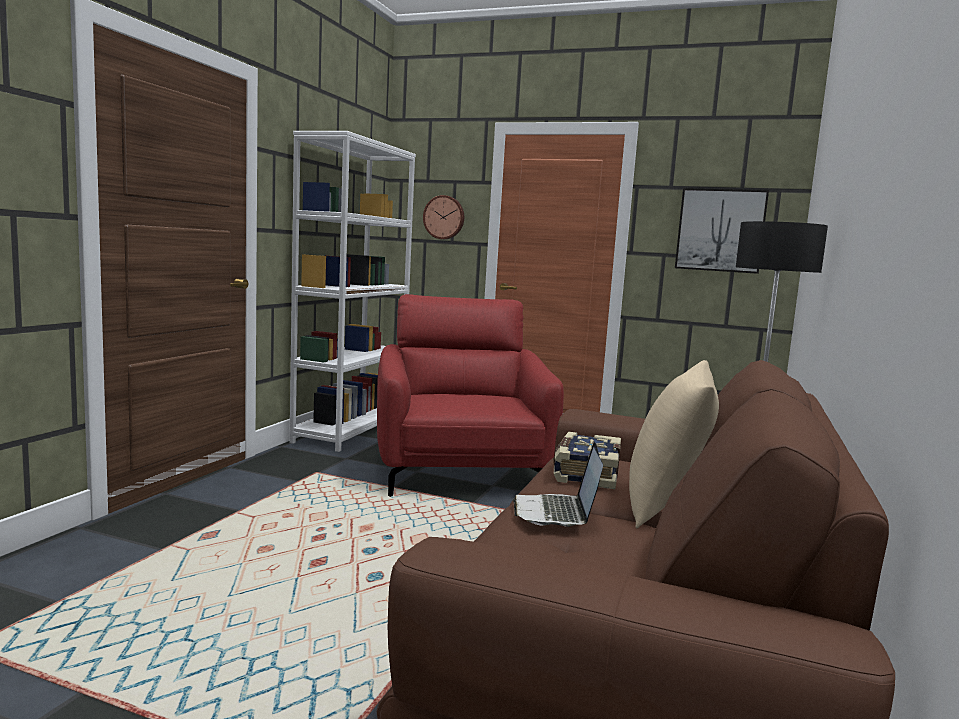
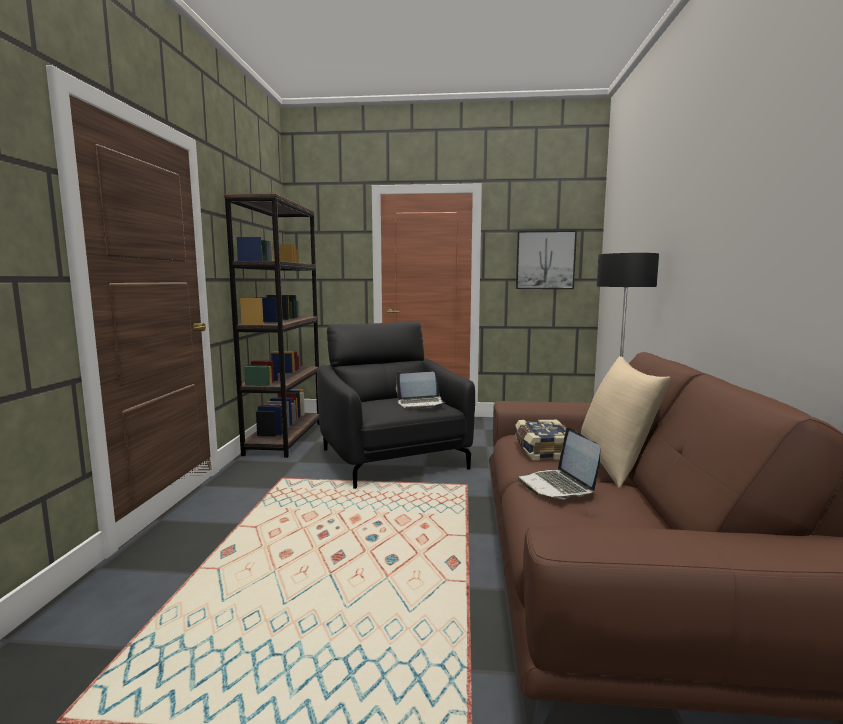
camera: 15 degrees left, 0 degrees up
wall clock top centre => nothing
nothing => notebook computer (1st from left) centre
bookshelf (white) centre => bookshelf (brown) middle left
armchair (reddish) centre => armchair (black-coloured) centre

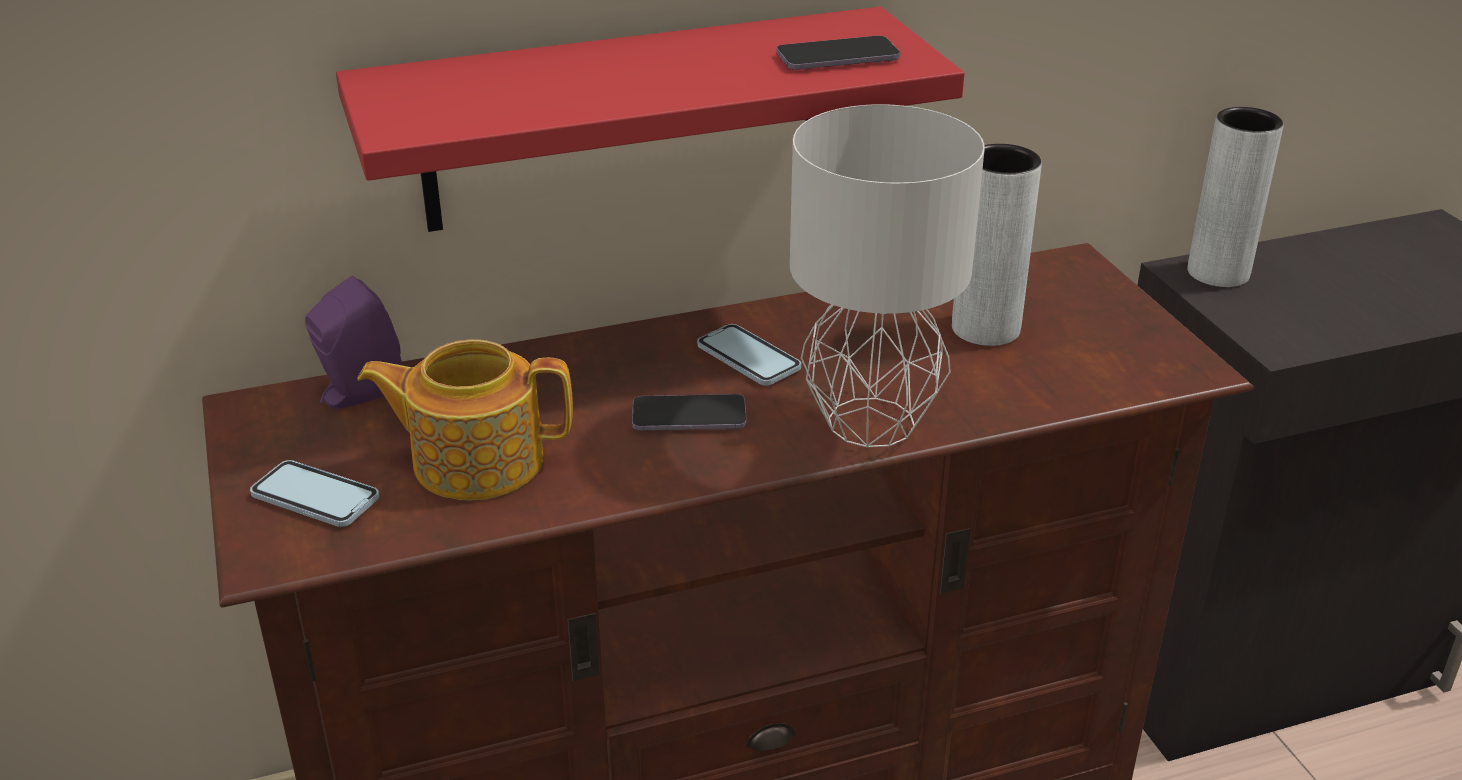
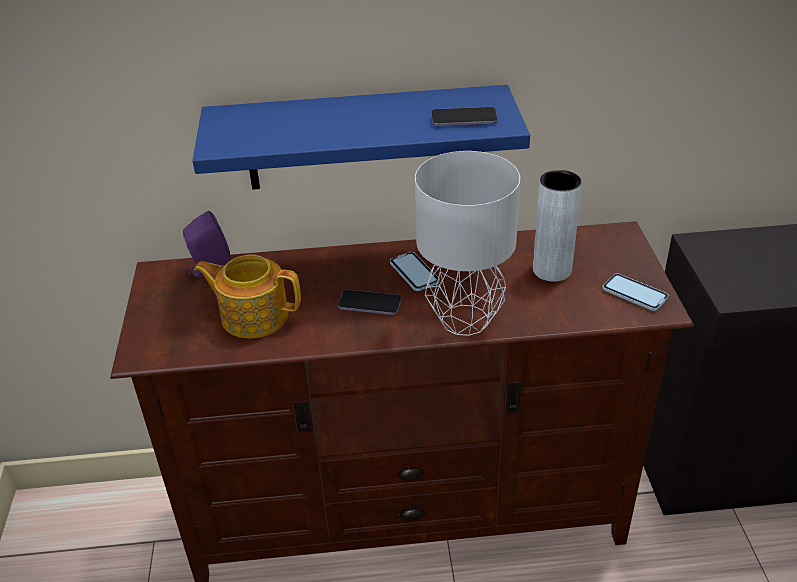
camera: 15 degrees right, 5 degrees up
flower vase (gray) (2nd from left) top right => nothing
handset (1st from left in the first image) middle left => handset (4th from left) middle right, moved
bracket shelf (reddish) top centre => bracket shelf (blue) top centre

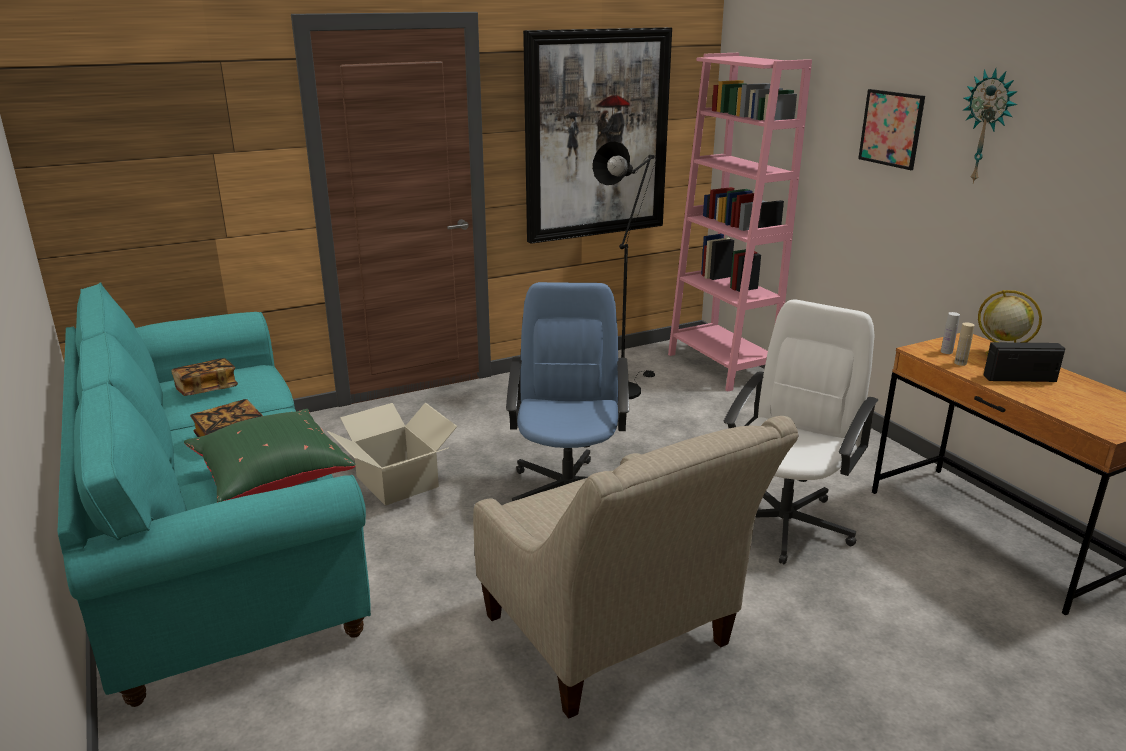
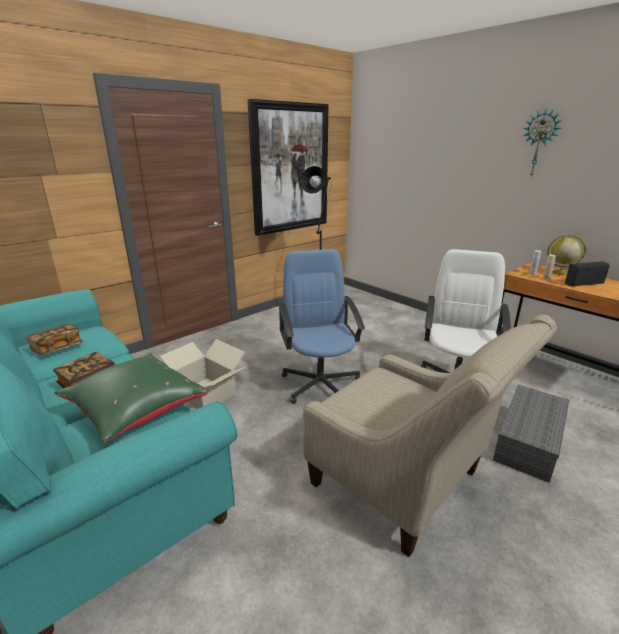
camera: 15 degrees left, 0 degrees up
bookshelf (pink-coloured) top centre => nothing
picture (2nd from left) top right => nothing
nothing => storage container (gray) bottom right

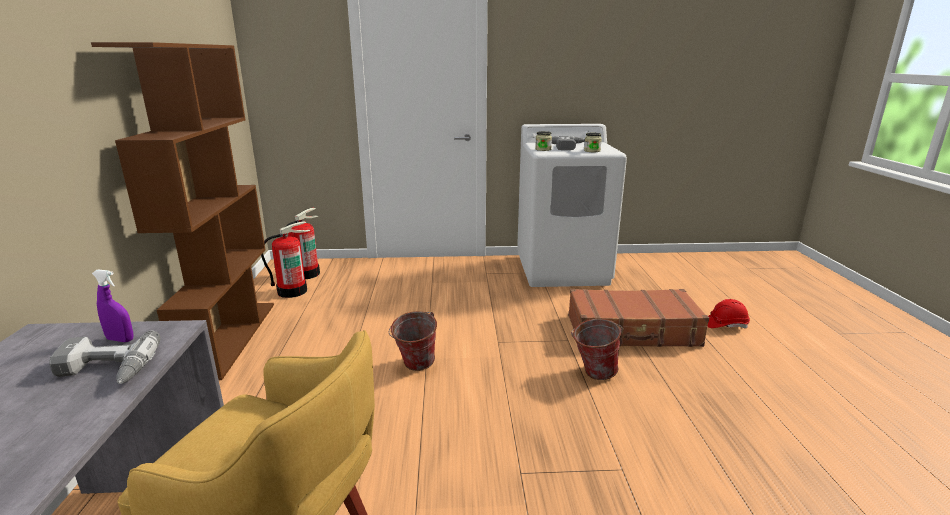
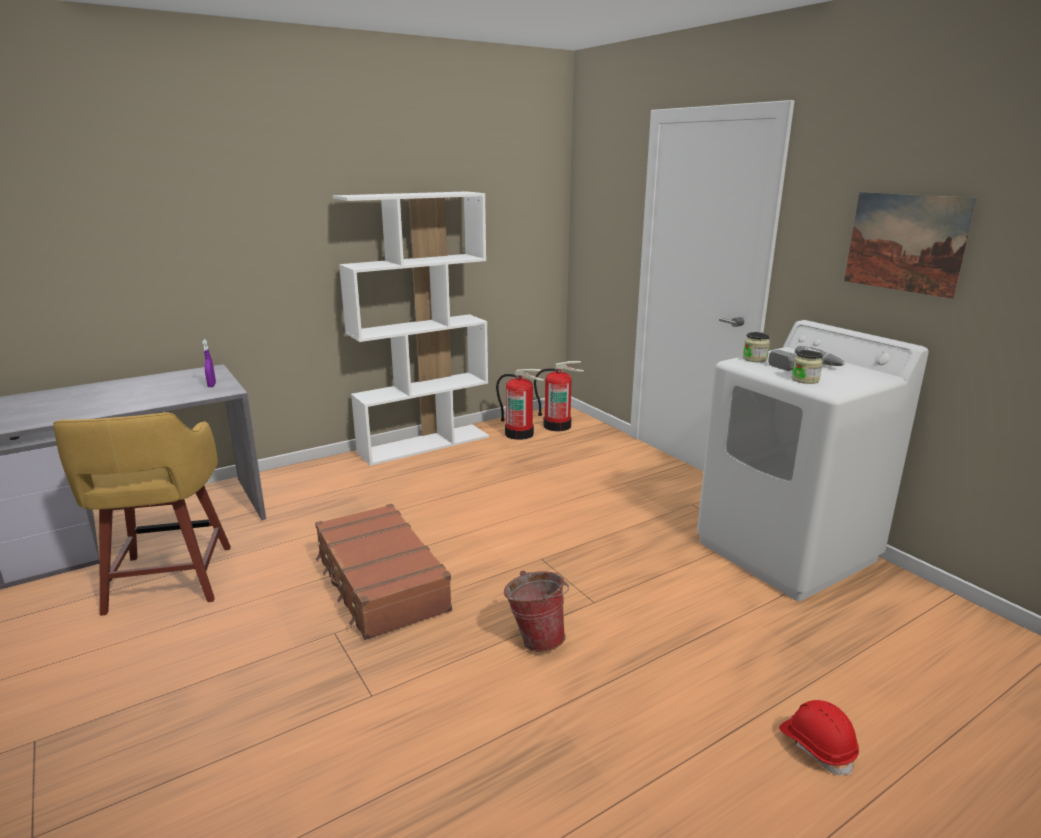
camera: 60 degrees right, 0 degrees up
power drill (1st from left) bottom left => nothing
pail (1st from left) centre => nothing
nothing => picture top right
piece of luggage (brown) middle right => piece of luggage (brown) bottom centre, moved
bookshelf (brown) middle left => bookshelf (white) centre

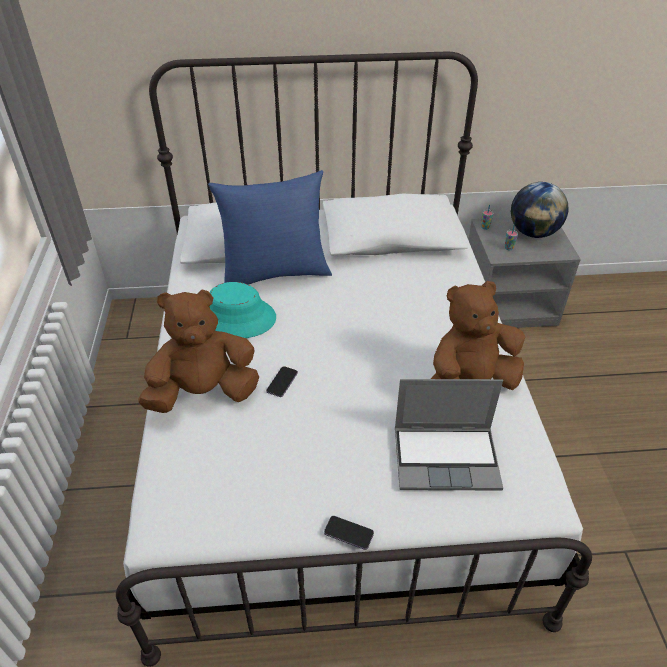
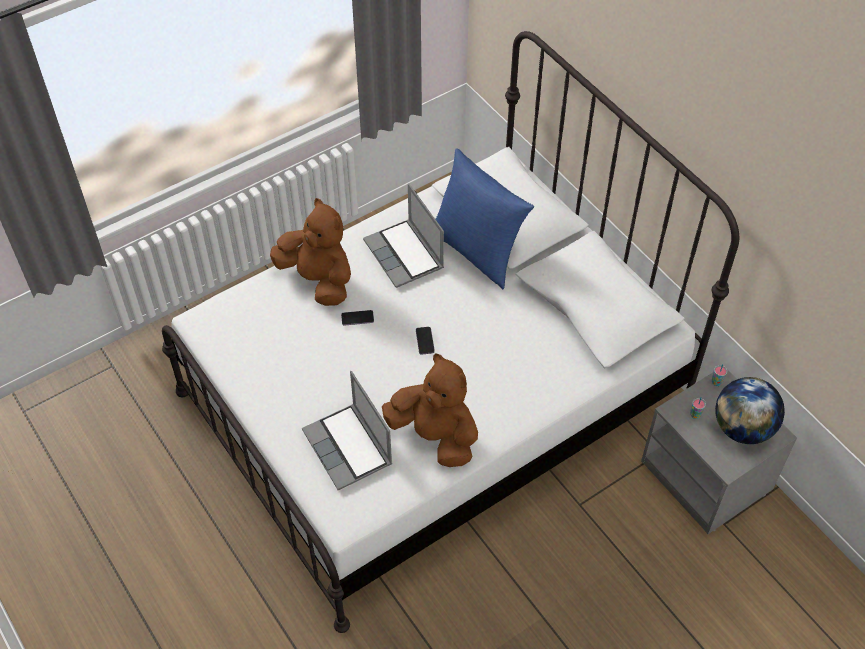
camera: 60 degrees right, 10 degrees up
handset (2nd from left) bottom centre => handset (2nd from left) centre, moved
wearable hat (turquoise) centre => notebook computer (2nd from left) centre

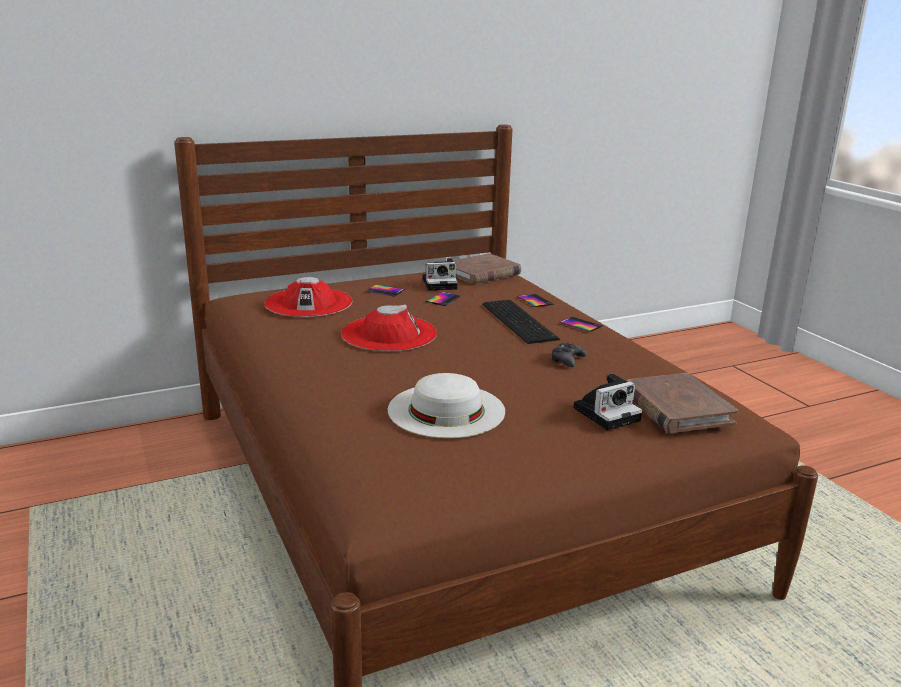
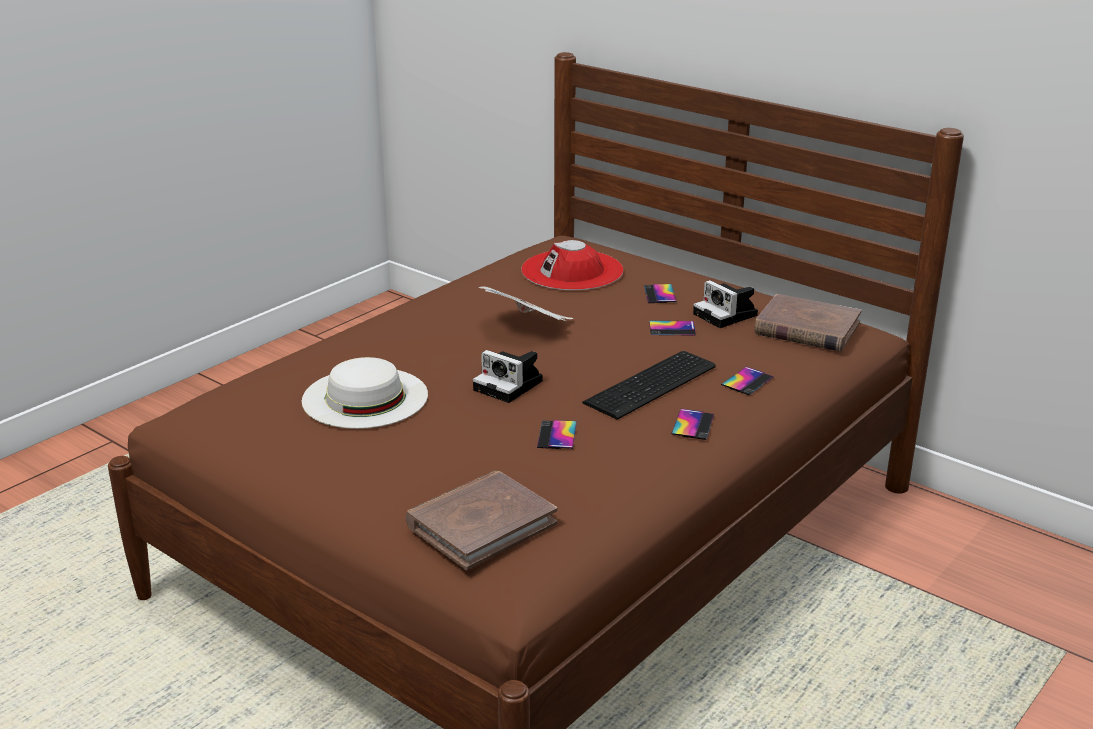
camera: 65 degrees right, 5 degrees up
still camera (2nd from left in the first image) middle right => still camera (1st from left) centre, moved
wearable hat (reddish) (2nd from left) centre => newspaper centre
joypad (black-coloured) centre => handset (1st from left) centre

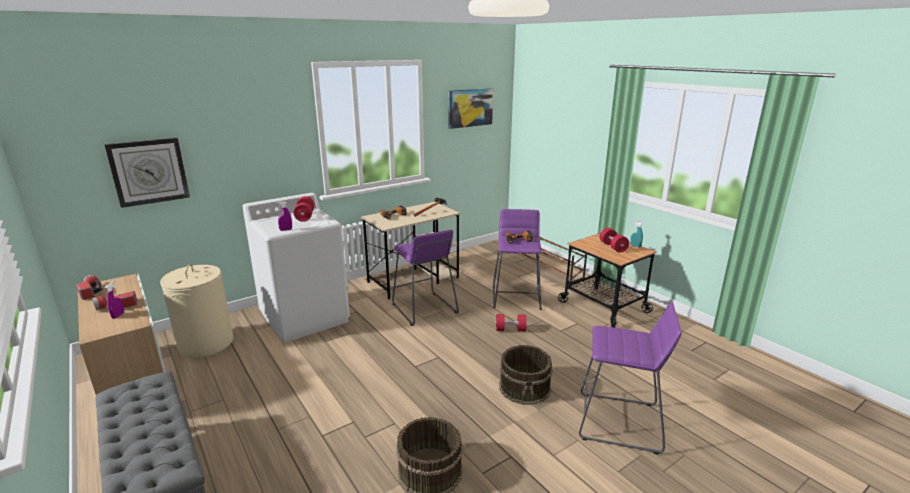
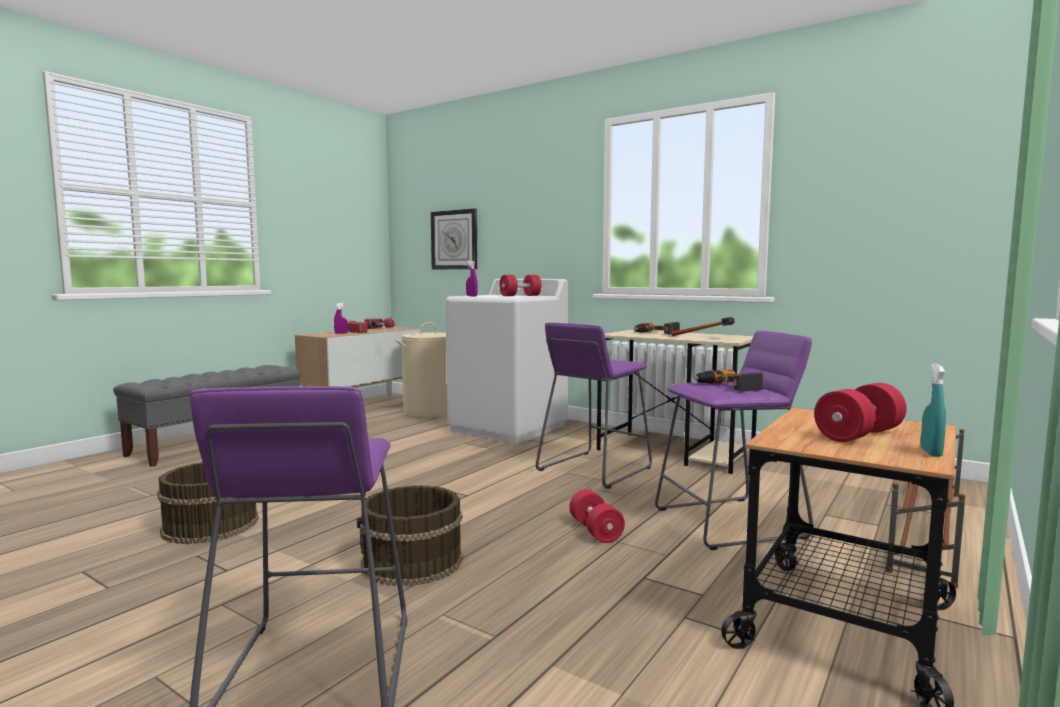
camera: 70 degrees right, 15 degrees down
picture top centre => nothing

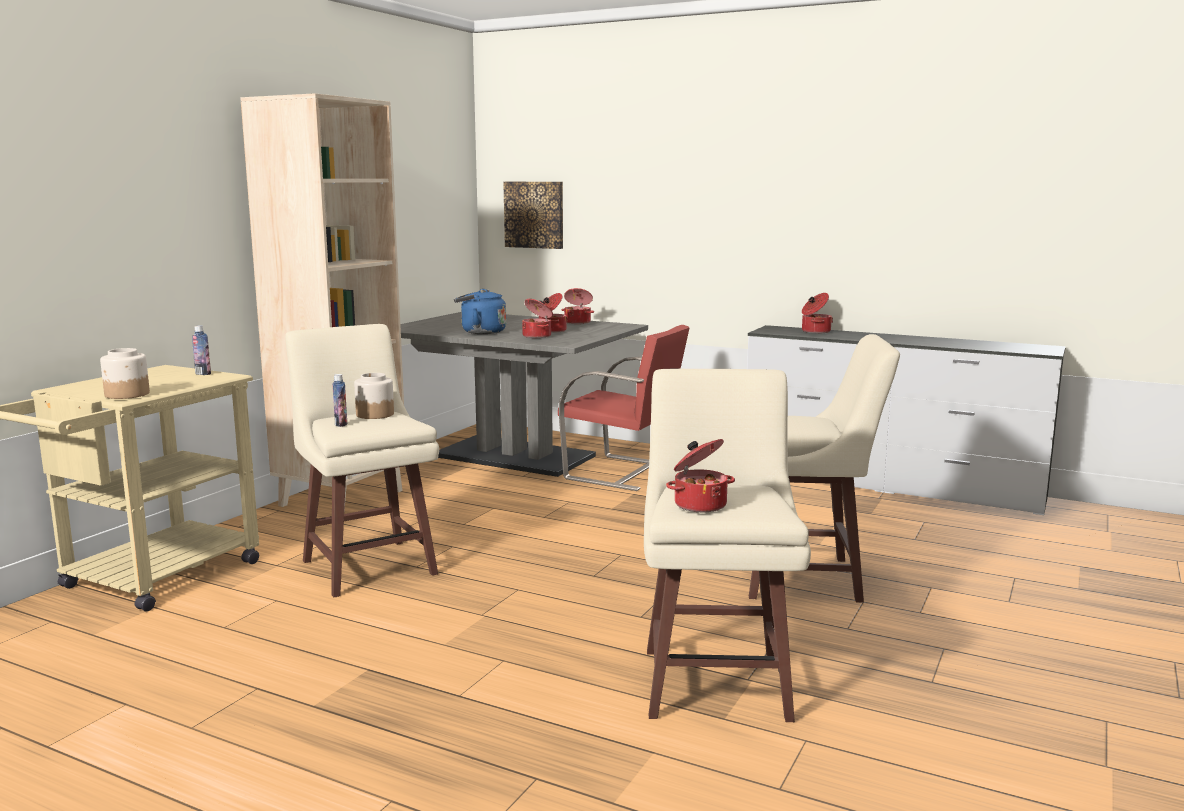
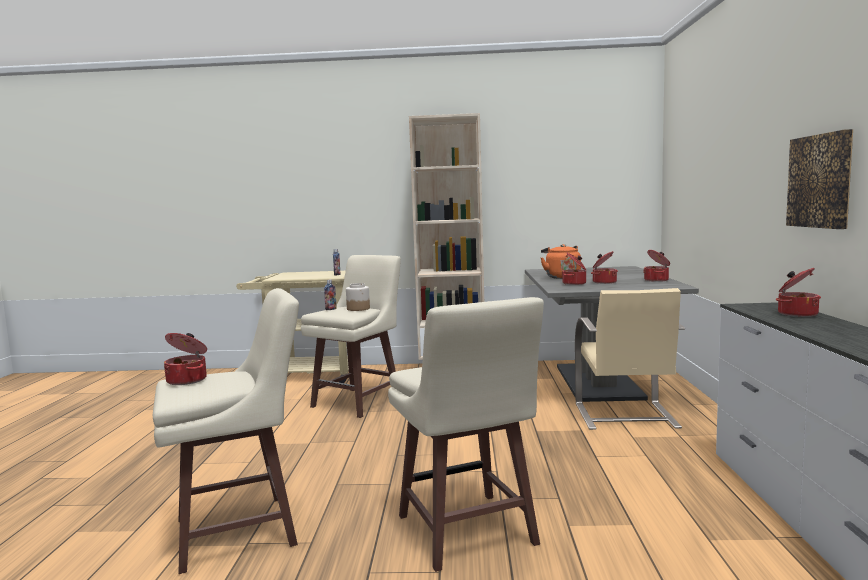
camera: 65 degrees right, 5 degrees down
preserve jar (1st from left) middle left => nothing
picture top centre => picture top right, moved
kettle (blue) centre => kettle (orangey) centre
upright chair (reddish) centre => upright chair (sand-coloured) middle right

